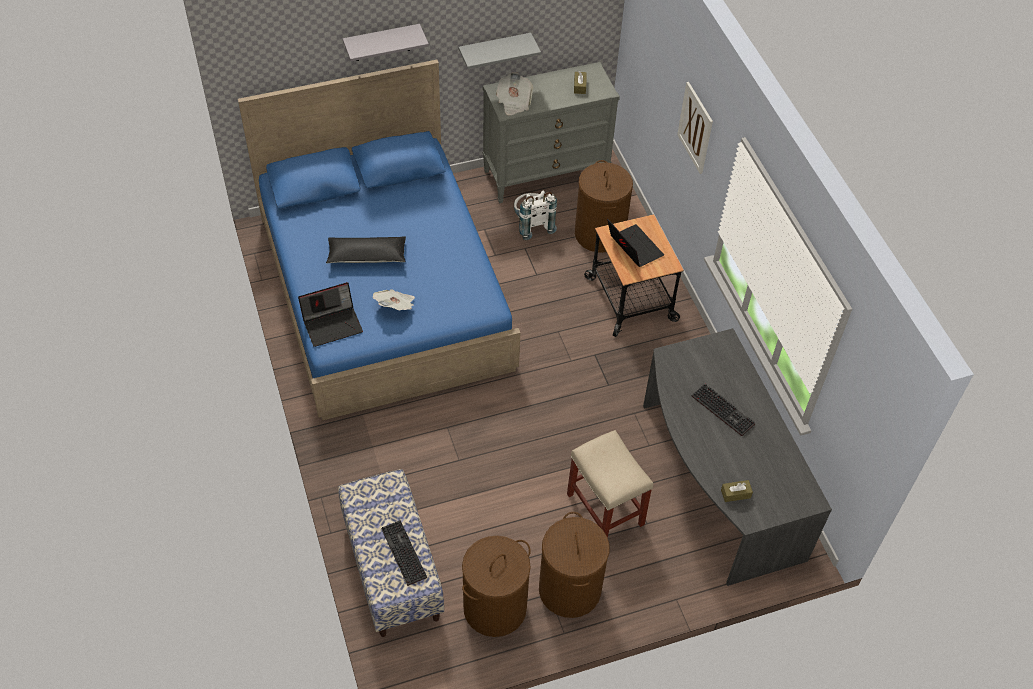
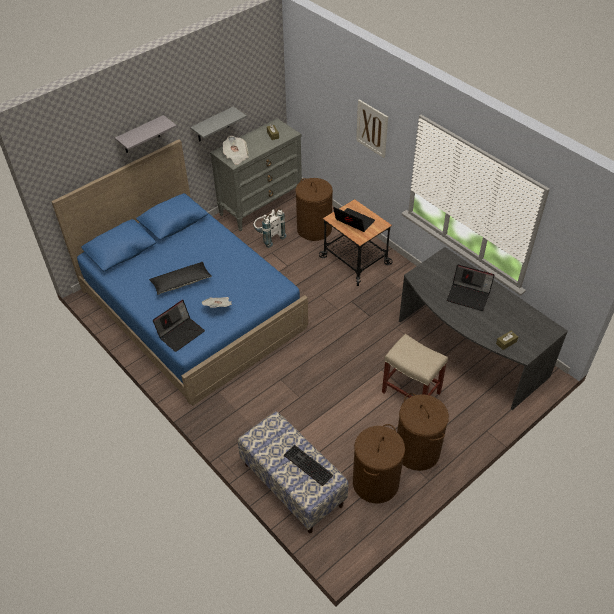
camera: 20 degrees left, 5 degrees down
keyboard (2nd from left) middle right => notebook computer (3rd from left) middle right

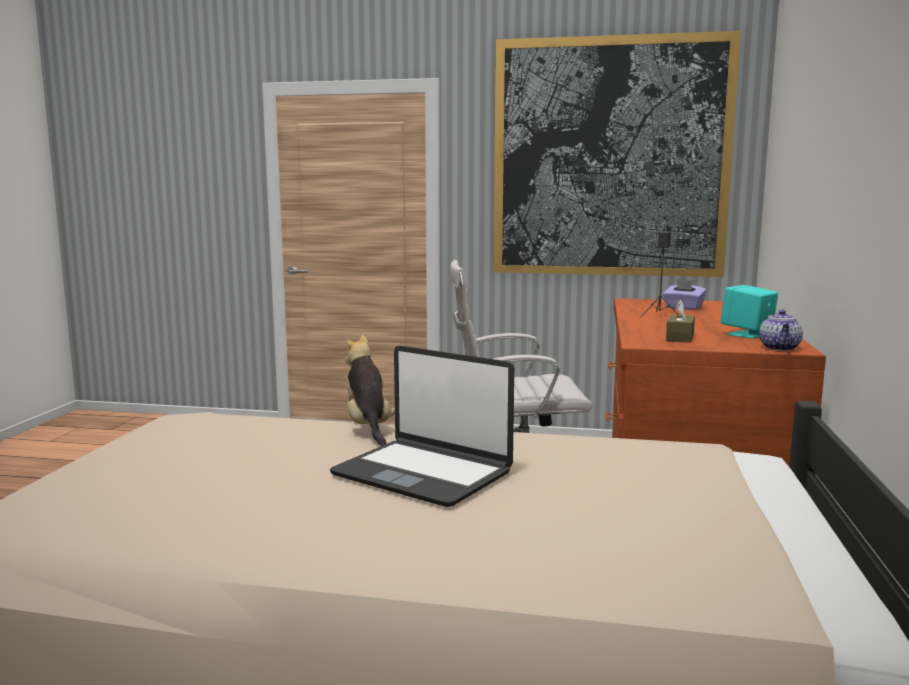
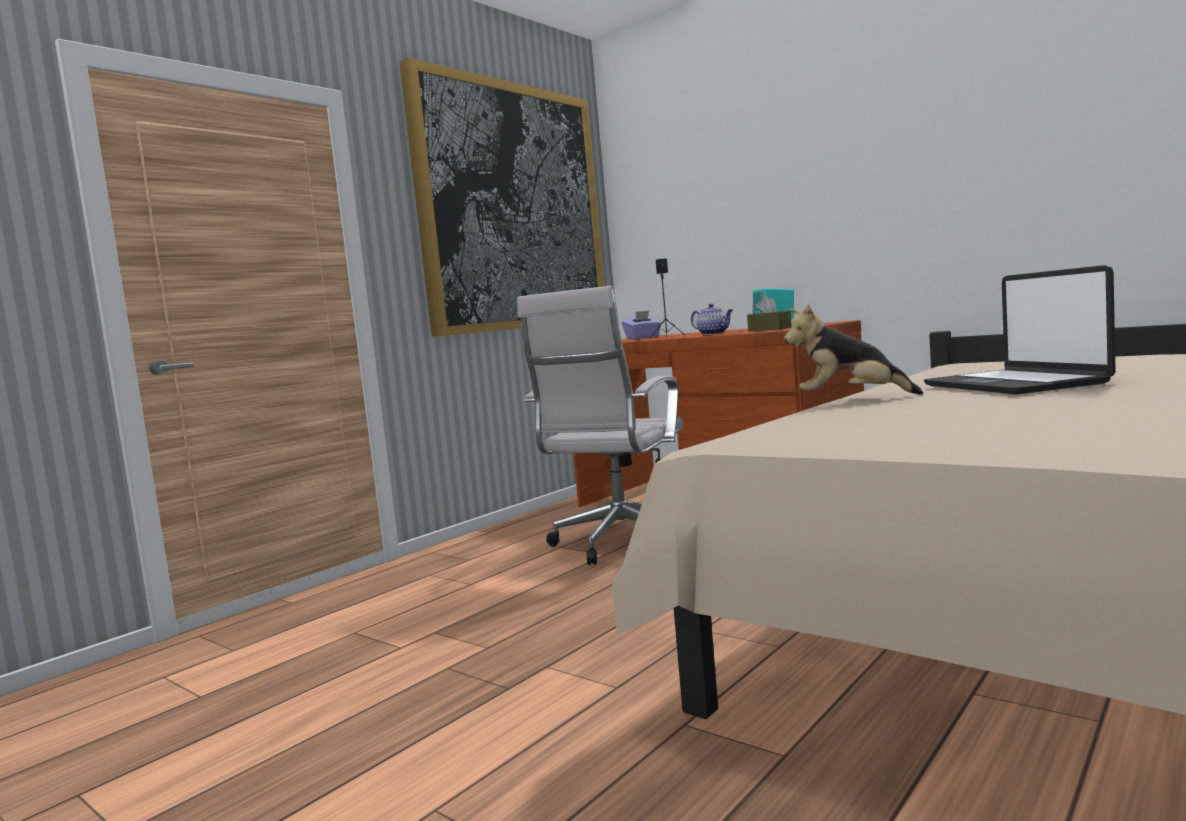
camera: 60 degrees left, 5 degrees down
pot for tea middle right => pot for tea centre, moved
notebook computer centre => notebook computer middle right, 105 degrees clockwise

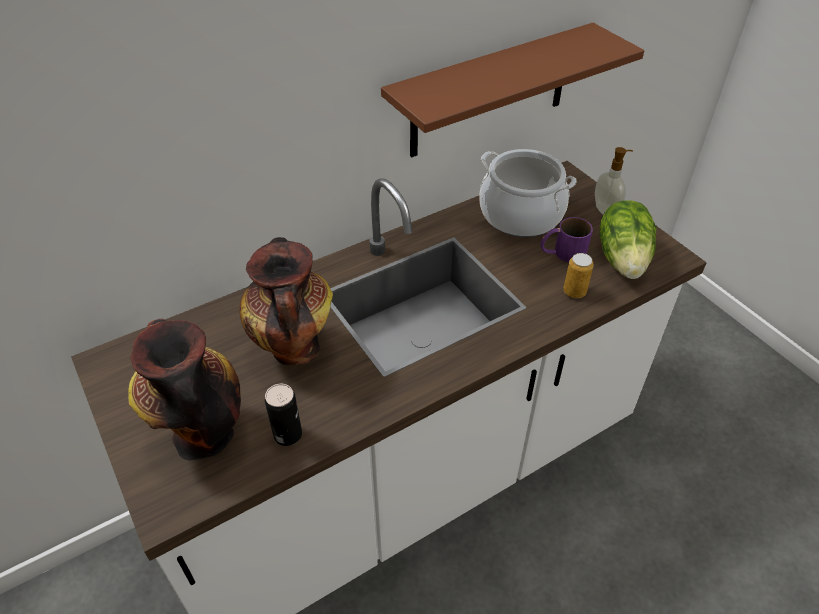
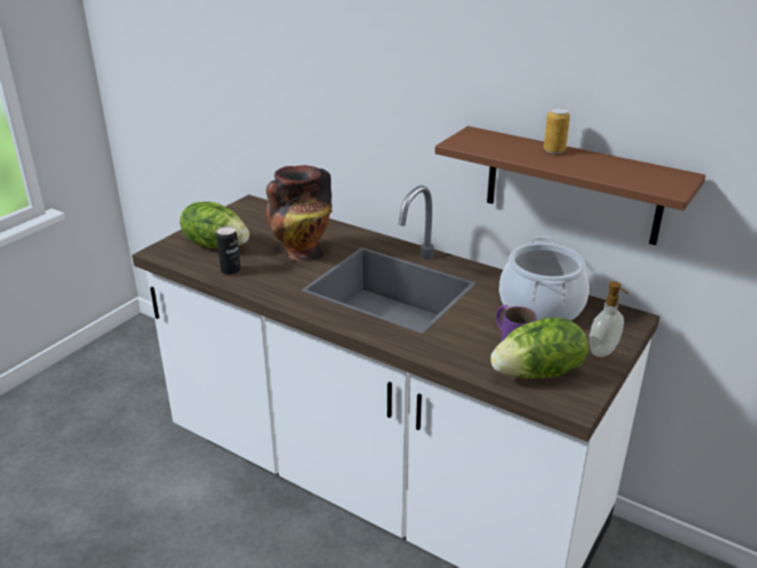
camera: 65 degrees right, 15 degrees down
metal can (2nd from left) middle right => metal can (2nd from left) top right, moved
flower vase (1st from left) middle left => lettuce head (1st from left) middle left

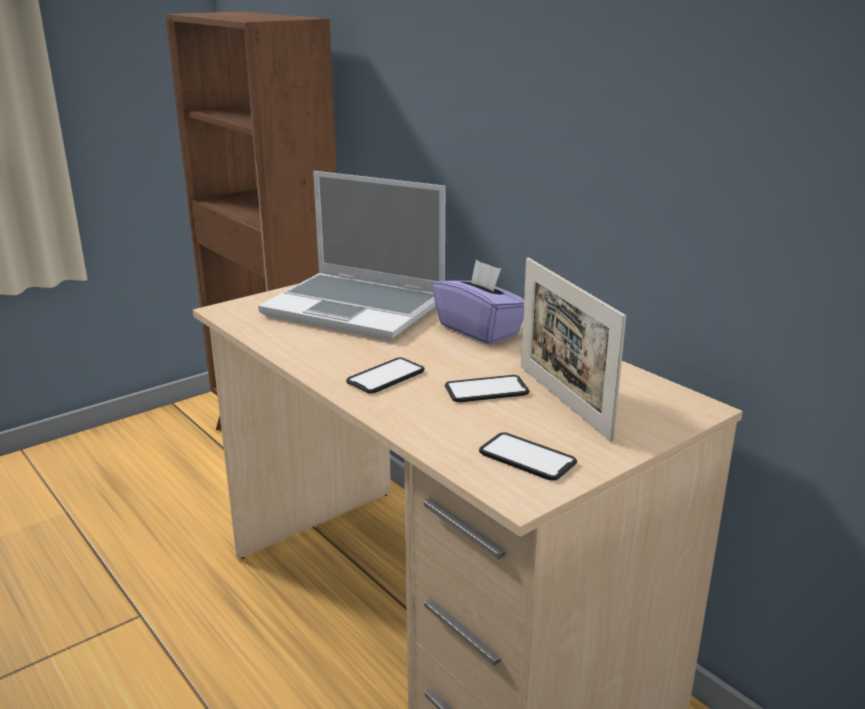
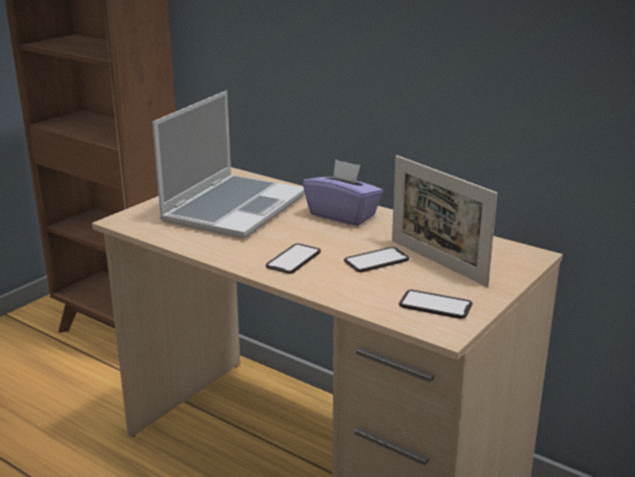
camera: 15 degrees left, 0 degrees up
notebook computer centre, 75 degrees counterclockwise

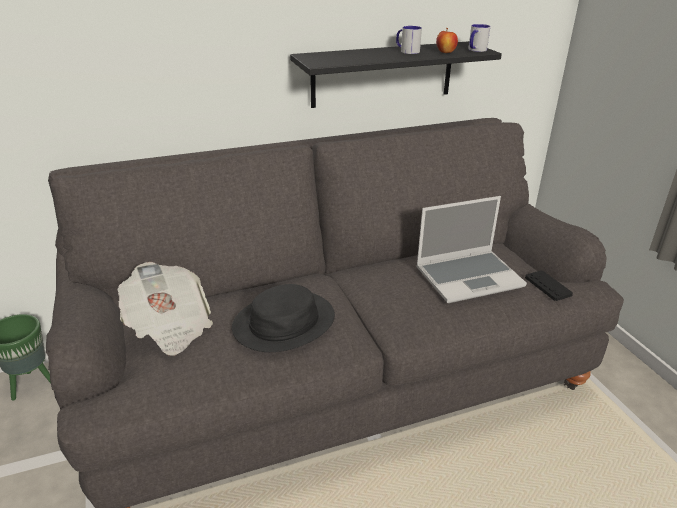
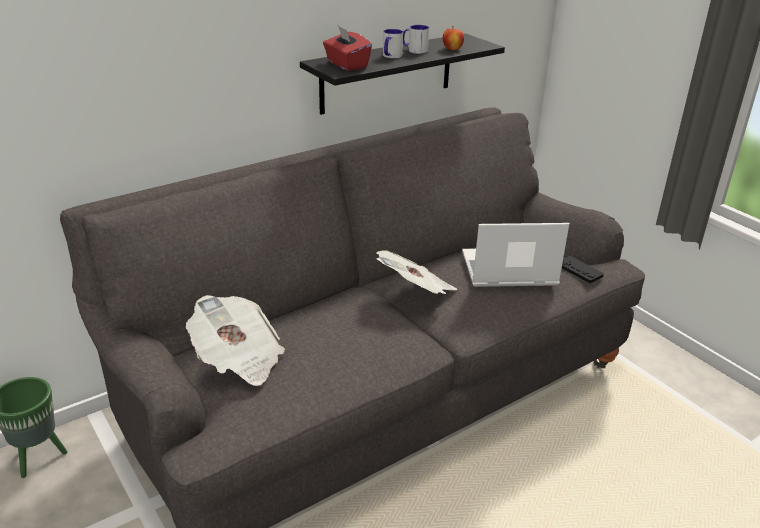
camera: 15 degrees left, 0 degrees up
wearable hat (black-coloured) centre => nothing
nothing => box of tissues (reddish) top centre
nothing => newspaper (2nd from left) centre
tea mug (2nd from left in the first image) top right => tea mug (1st from left) top centre, moved
notebook computer middle right, 150 degrees counterclockwise

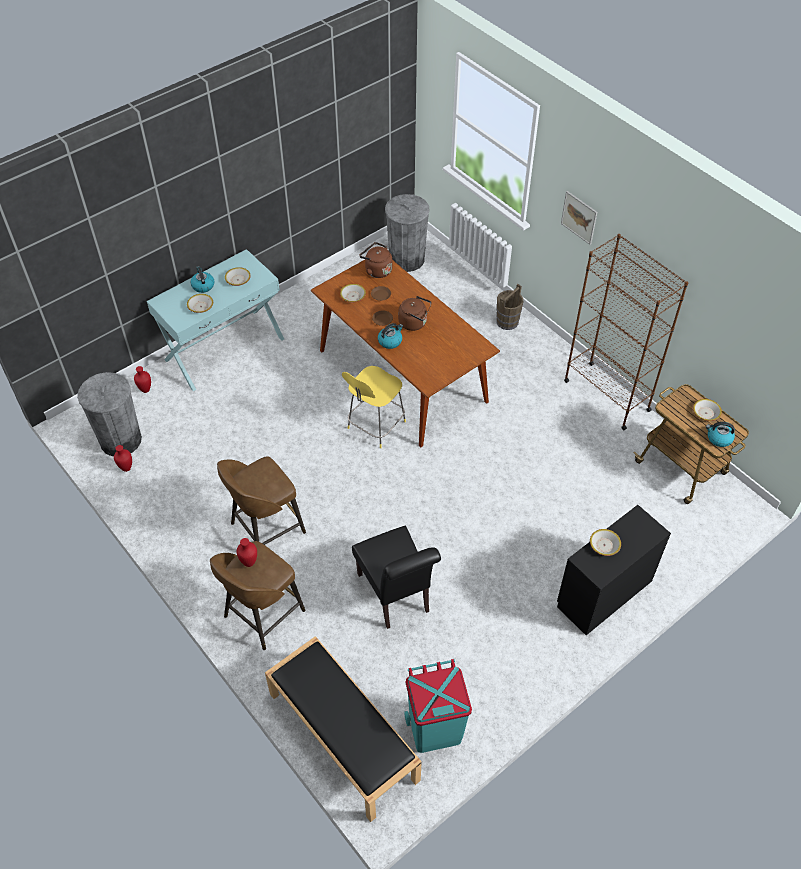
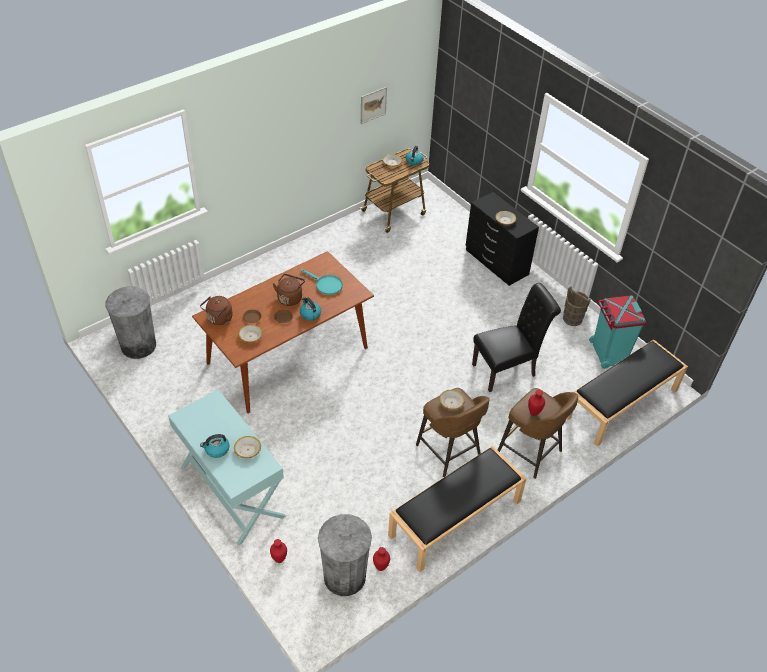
camera: 90 degrees left, 5 degrees down
stool (yellow) centre => nothing
bookshelf (brown) middle right => nothing
nothing => frying pan (turquoise) centre
nothing => long seat (black-coloured) (1st from left) bottom centre
bowl (2nd from left in the first image) top left => bowl (4th from left) centre, moved
pail (brown) centre => pail (brown) middle right, moved
picture top right => picture top centre, moved

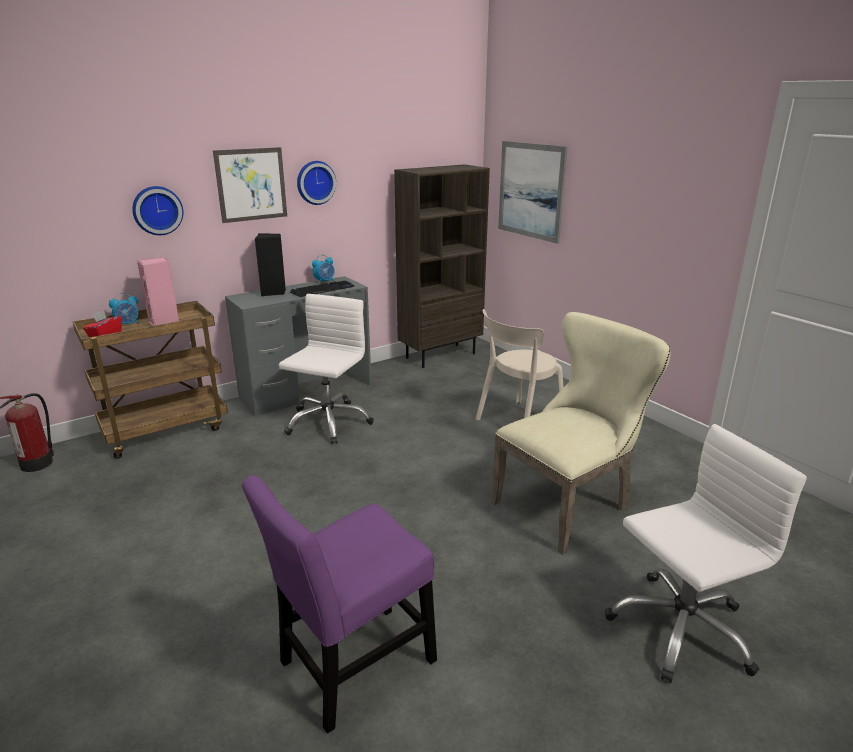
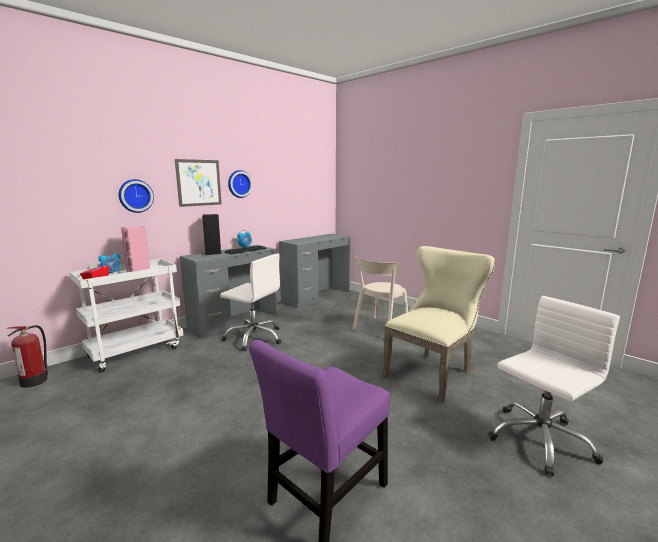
camera: 10 degrees left, 10 degrees down
picture (2nd from left) top centre => nothing
bookshelf (brown) centre => desk table (gray) (2nd from left) centre
trolley (brown) middle left => trolley (white) middle left
desk chair (white) (1st from left) centre, 105 degrees clockwise

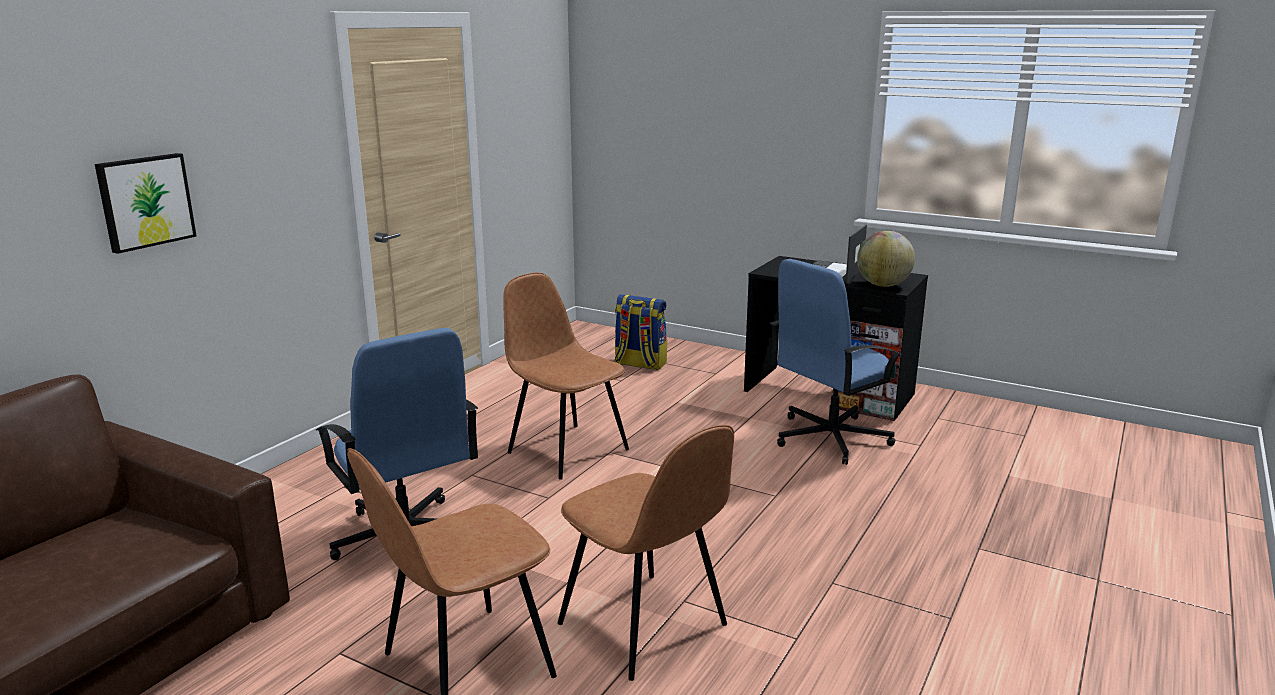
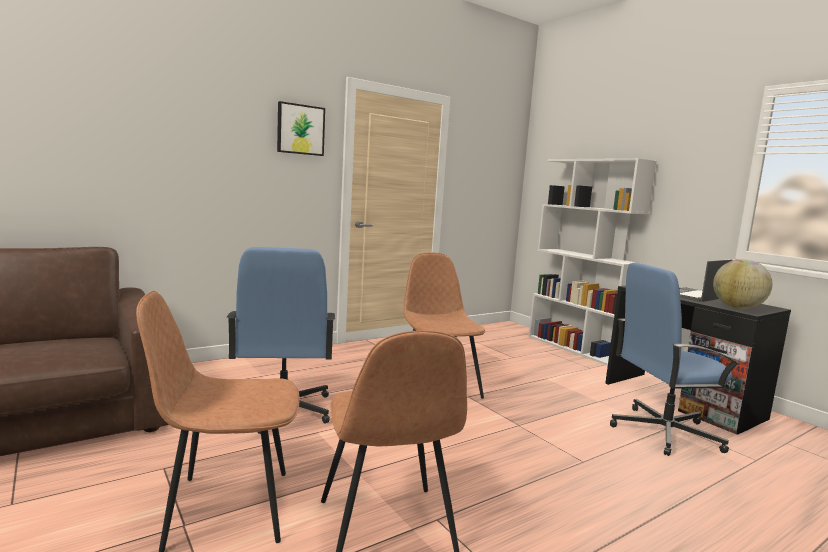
camera: 25 degrees right, 10 degrees down
rucksack centre => nothing
nothing => bookshelf (white) middle right
picture top left => picture top centre, moved

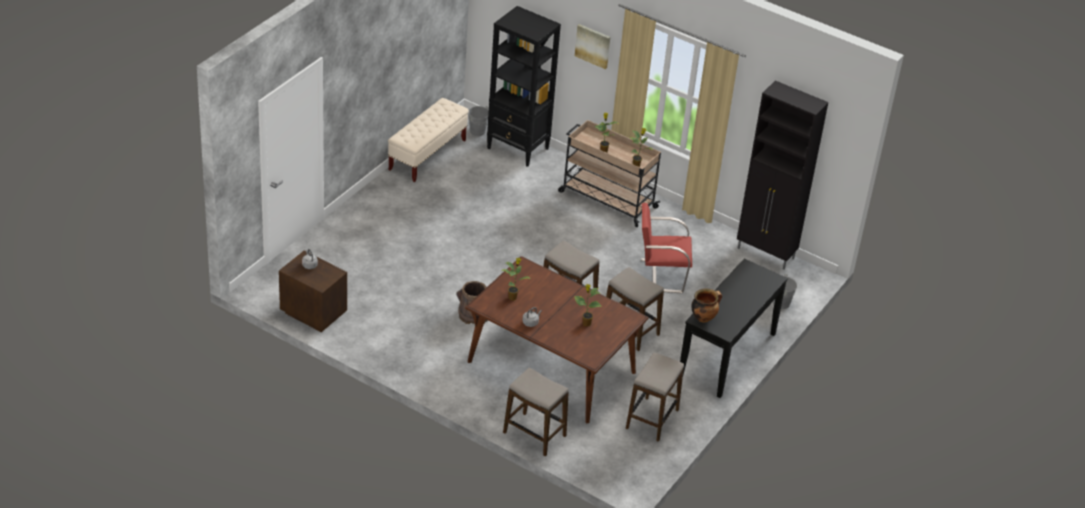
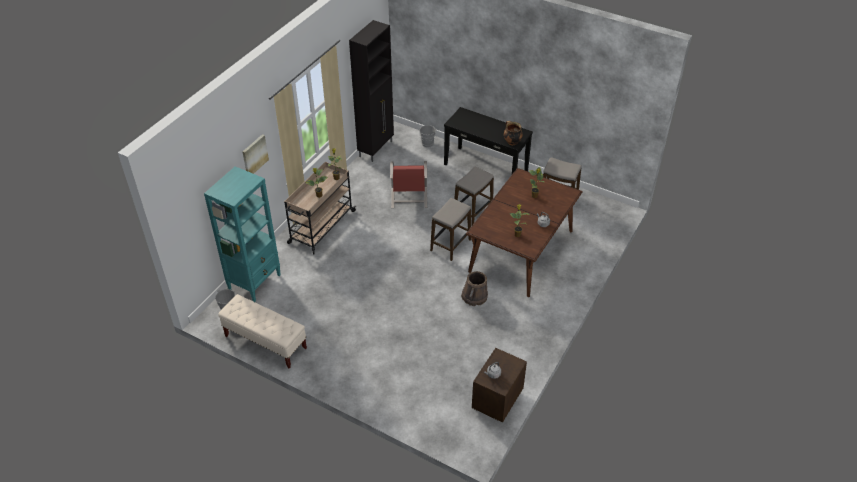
camera: 90 degrees left, 5 degrees up
stool (1st from left) bottom centre => nothing
bookshelf (black-coloured) top centre => bookshelf (turquoise) middle left

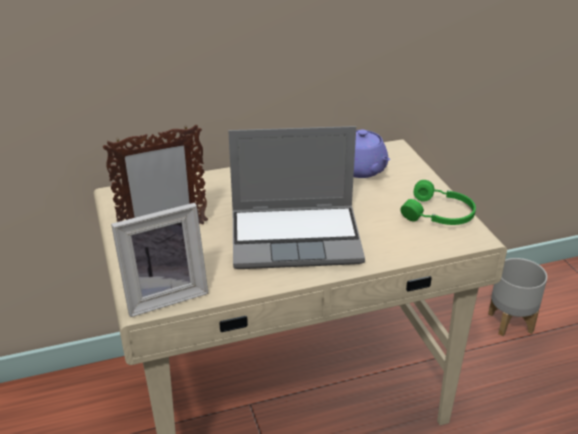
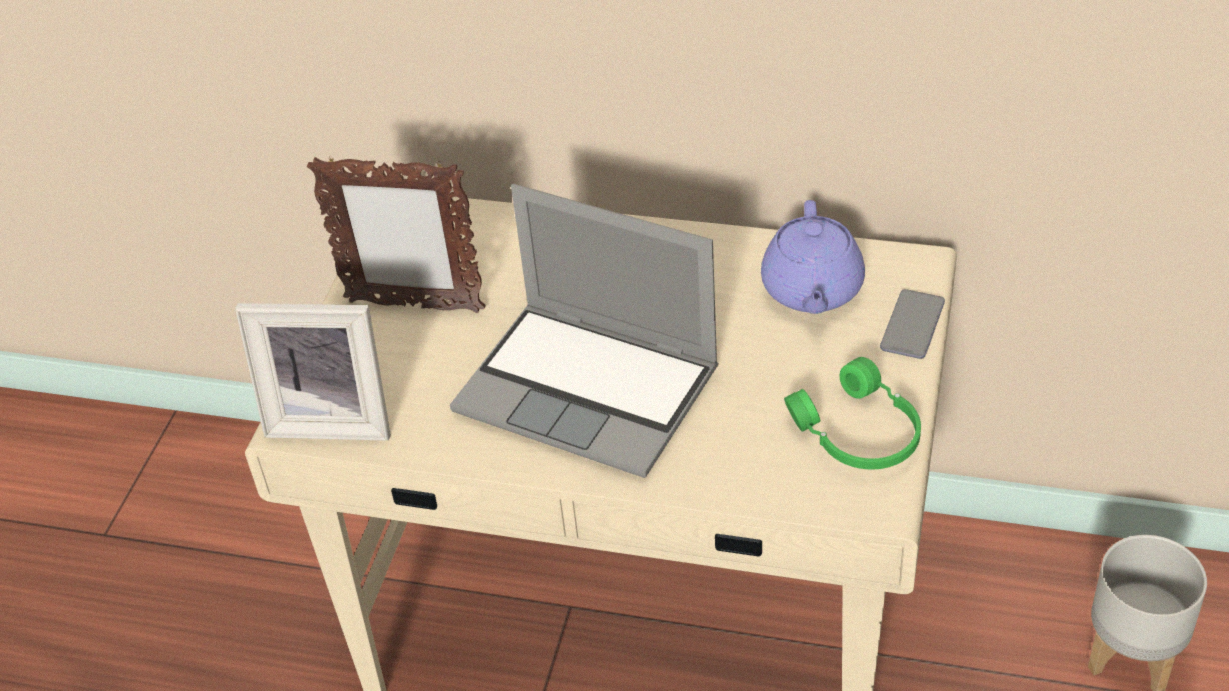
camera: 35 degrees right, 10 degrees up
nothing => handset middle right

